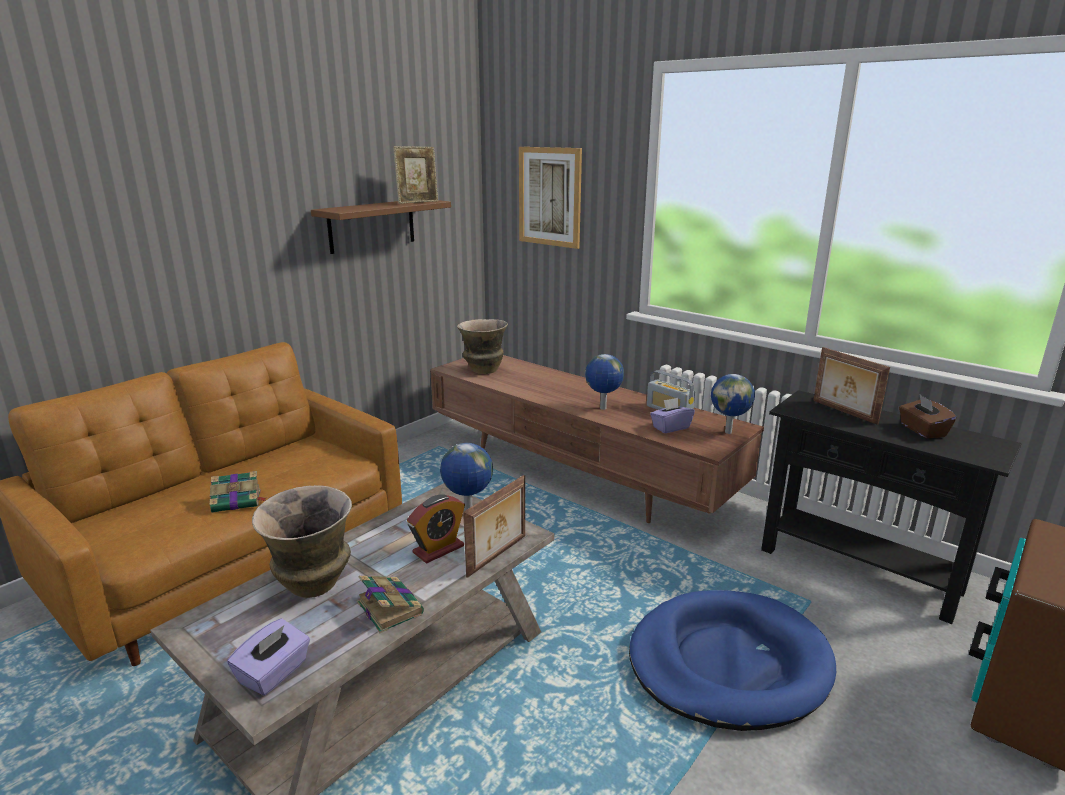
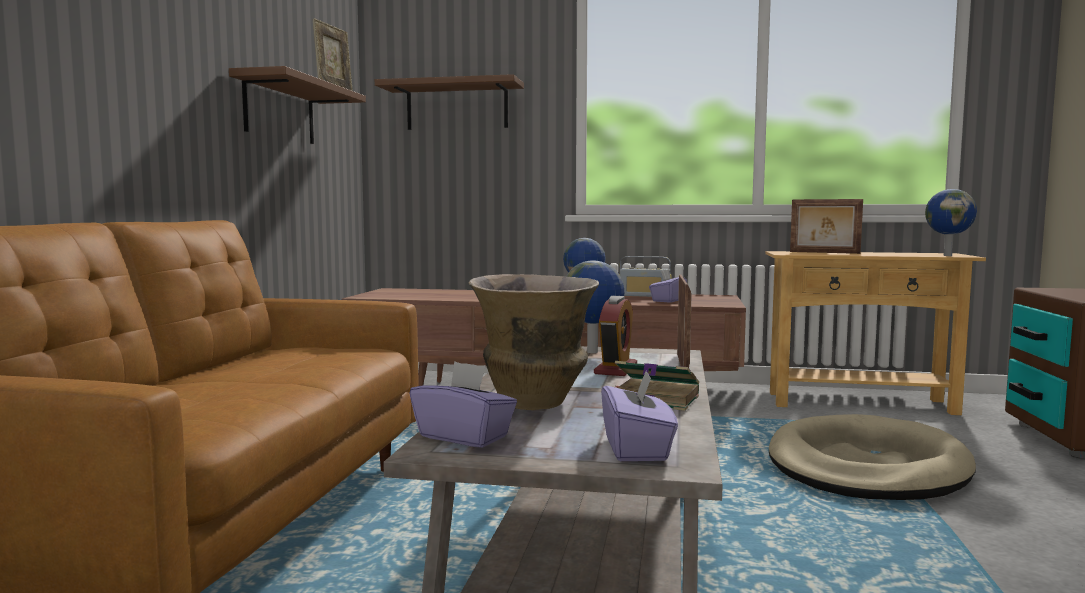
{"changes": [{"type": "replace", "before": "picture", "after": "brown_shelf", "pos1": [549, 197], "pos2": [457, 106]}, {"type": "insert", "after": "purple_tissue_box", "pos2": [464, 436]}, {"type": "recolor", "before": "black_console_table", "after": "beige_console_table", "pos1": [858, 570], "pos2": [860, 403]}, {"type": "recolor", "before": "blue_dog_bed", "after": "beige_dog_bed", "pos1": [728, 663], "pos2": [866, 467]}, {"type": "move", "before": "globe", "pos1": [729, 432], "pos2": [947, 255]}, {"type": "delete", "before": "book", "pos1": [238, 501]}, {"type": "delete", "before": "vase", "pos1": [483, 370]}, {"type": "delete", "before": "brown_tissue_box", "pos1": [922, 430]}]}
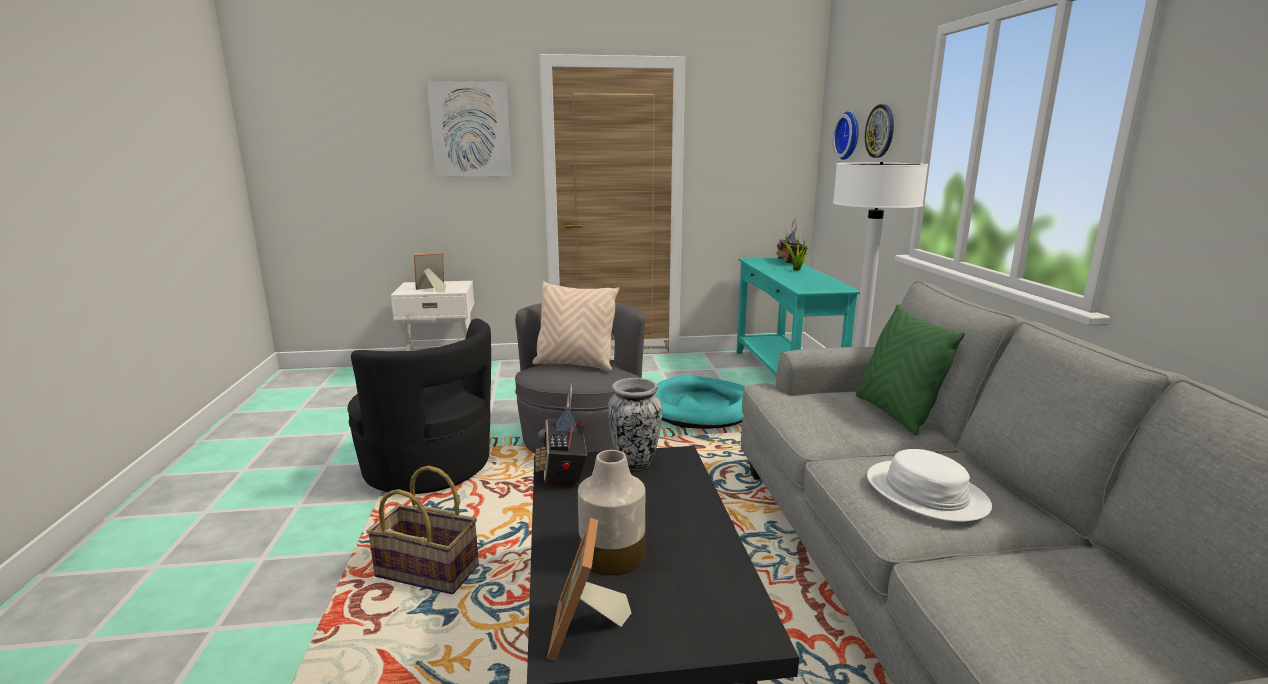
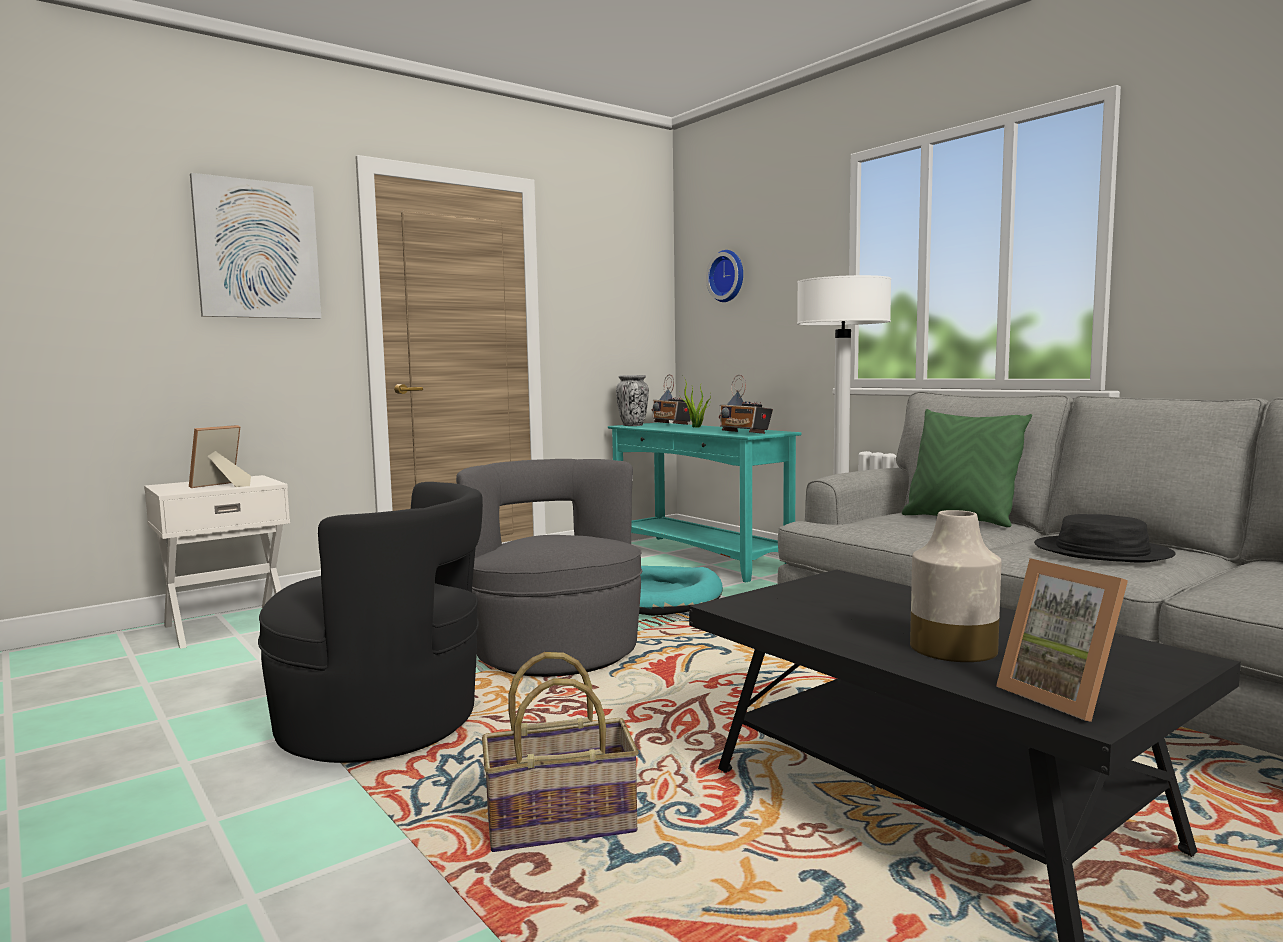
{"changes": [{"type": "move", "before": "vase", "pos1": [635, 462], "pos2": [633, 425]}, {"type": "move", "before": "radio", "pos1": [563, 472], "pos2": [744, 433]}, {"type": "recolor", "before": "white_hat", "after": "black_hat", "pos1": [925, 492], "pos2": [1102, 552]}, {"type": "delete", "before": "beige_pillow", "pos1": [575, 364]}, {"type": "delete", "before": "wall_clock", "pos1": [880, 131]}]}
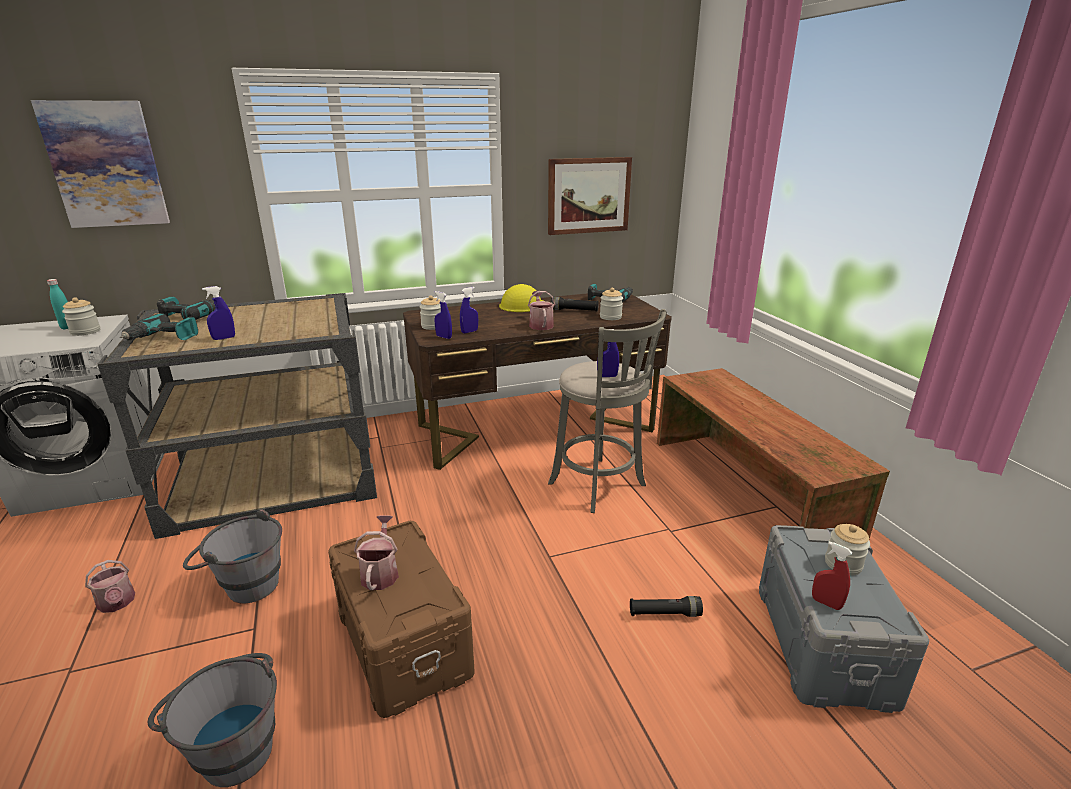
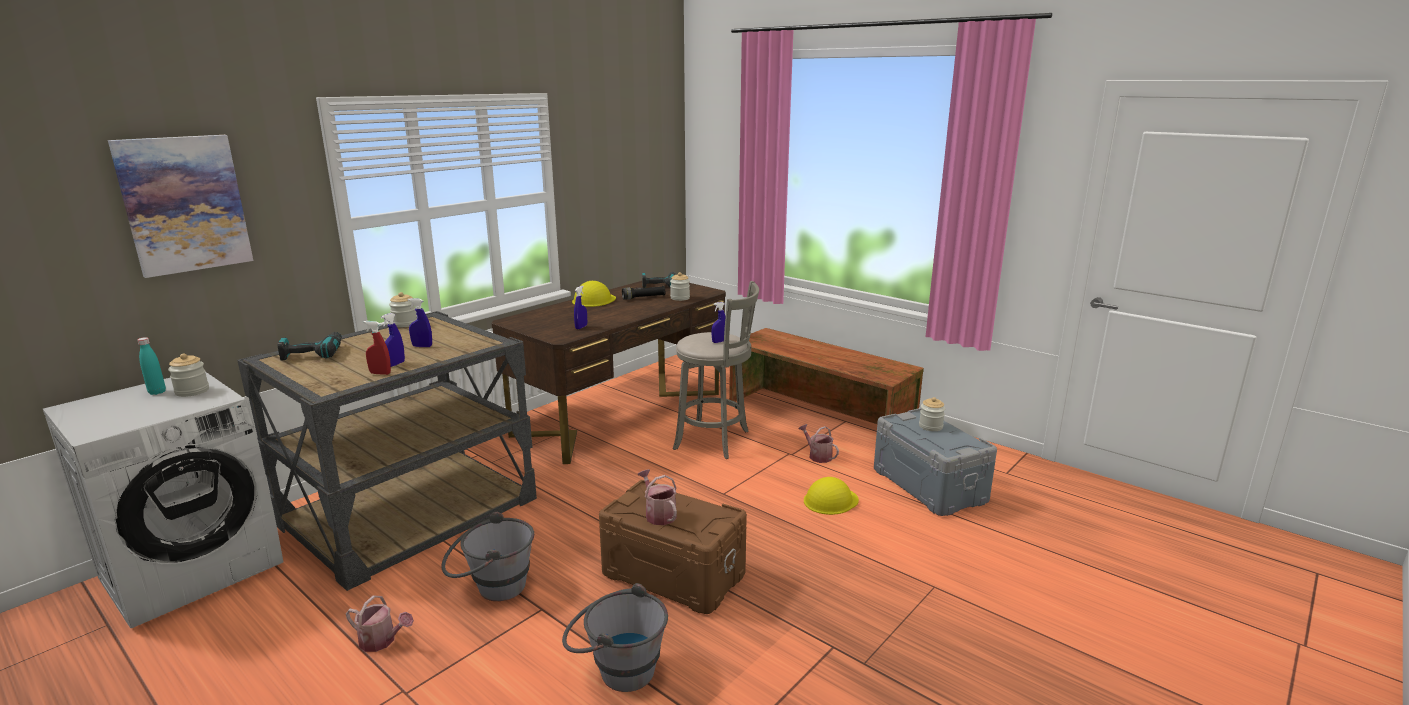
{"changes": [{"type": "move", "before": "red_spray_bottle", "pos1": [826, 603], "pos2": [380, 373]}, {"type": "move", "before": "jar", "pos1": [432, 326], "pos2": [405, 324]}, {"type": "move", "before": "blue_spray_bottle", "pos1": [444, 337], "pos2": [422, 346]}, {"type": "move", "before": "watering_can", "pos1": [540, 325], "pos2": [818, 456]}, {"type": "replace", "before": "black_flashlight", "after": "yellow_hard_hat", "pos1": [664, 614], "pos2": [830, 500]}, {"type": "delete", "before": "power_drill", "pos1": [163, 338]}, {"type": "delete", "before": "picture", "pos1": [588, 195]}]}
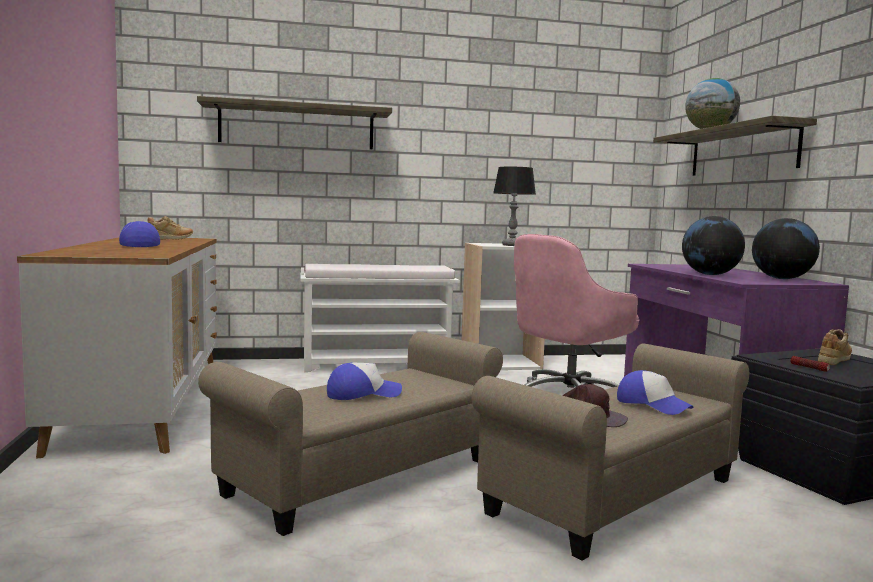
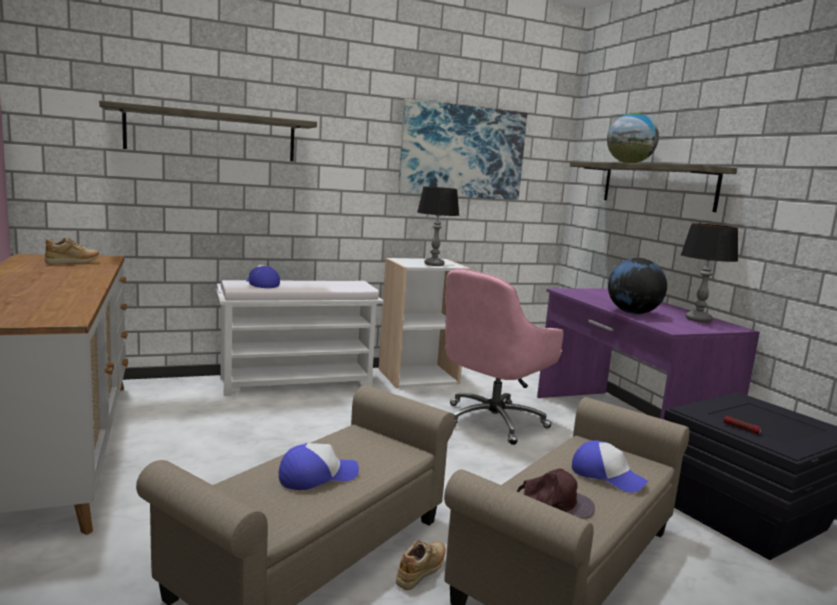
{"changes": [{"type": "move", "before": "cap", "pos1": [139, 245], "pos2": [261, 284]}, {"type": "move", "before": "beige_shoe", "pos1": [835, 361], "pos2": [422, 572]}, {"type": "insert", "after": "picture", "pos2": [462, 152]}, {"type": "replace", "before": "globe", "after": "table_lamp", "pos1": [782, 278], "pos2": [698, 320]}]}
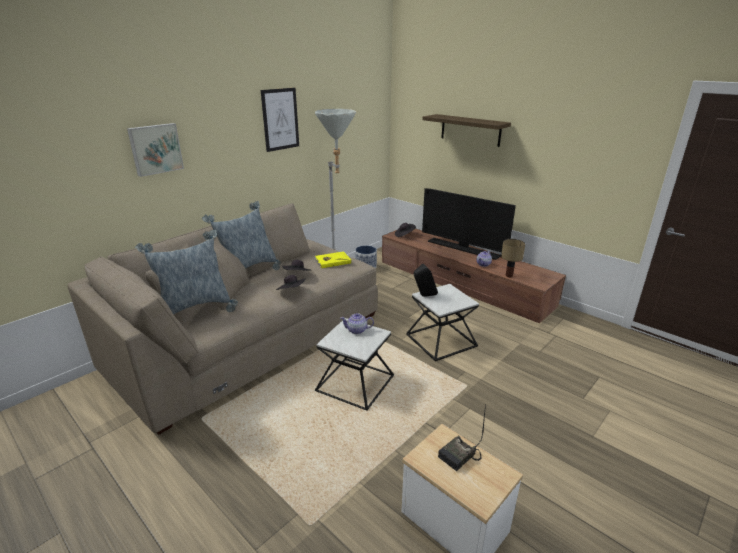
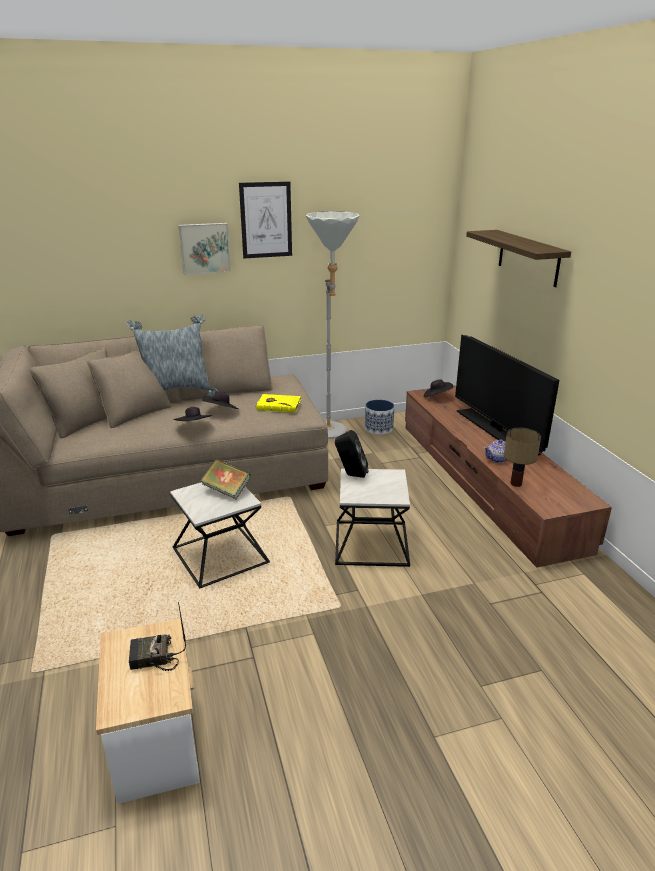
{"changes": [{"type": "move", "before": "picture", "pos1": [155, 149], "pos2": [205, 248]}, {"type": "replace", "before": "teapot", "after": "book", "pos1": [357, 330], "pos2": [226, 490]}, {"type": "delete", "before": "pillow", "pos1": [195, 314]}]}
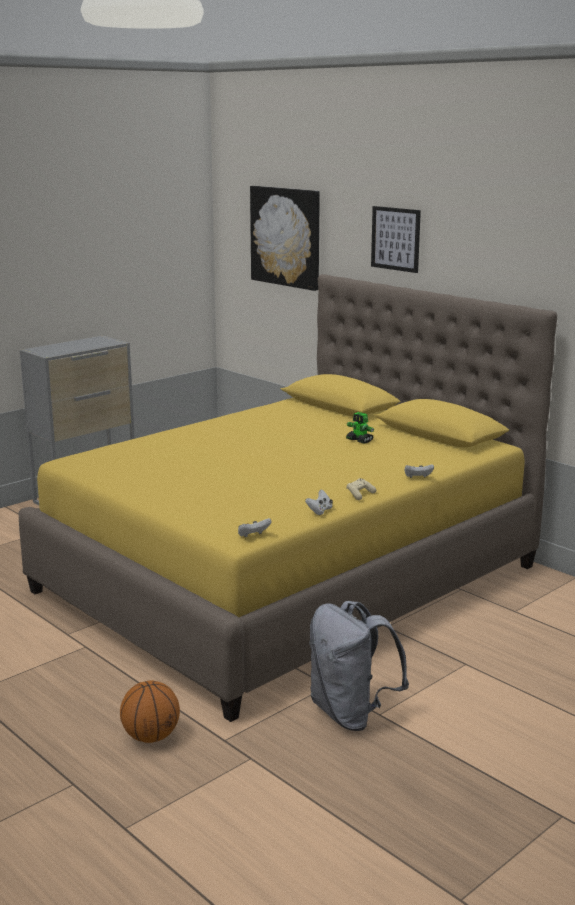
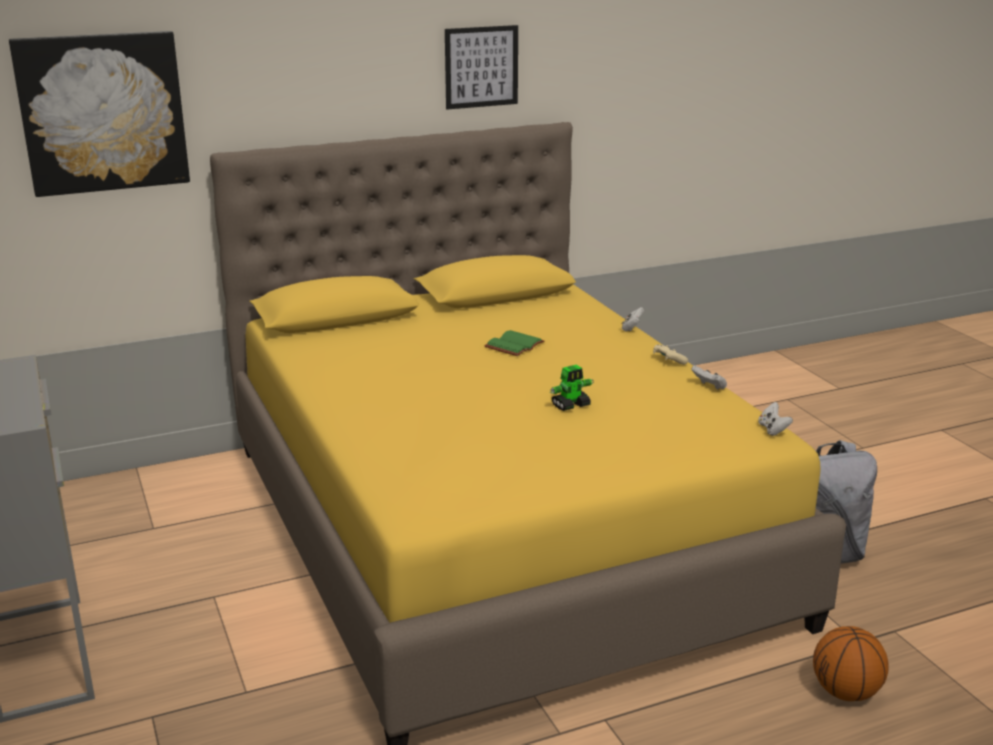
{"changes": [{"type": "move", "before": "picture", "pos1": [395, 239], "pos2": [481, 67]}, {"type": "insert", "after": "green_book", "pos2": [513, 345]}, {"type": "move", "before": "toy_robot", "pos1": [359, 440], "pos2": [571, 405]}]}
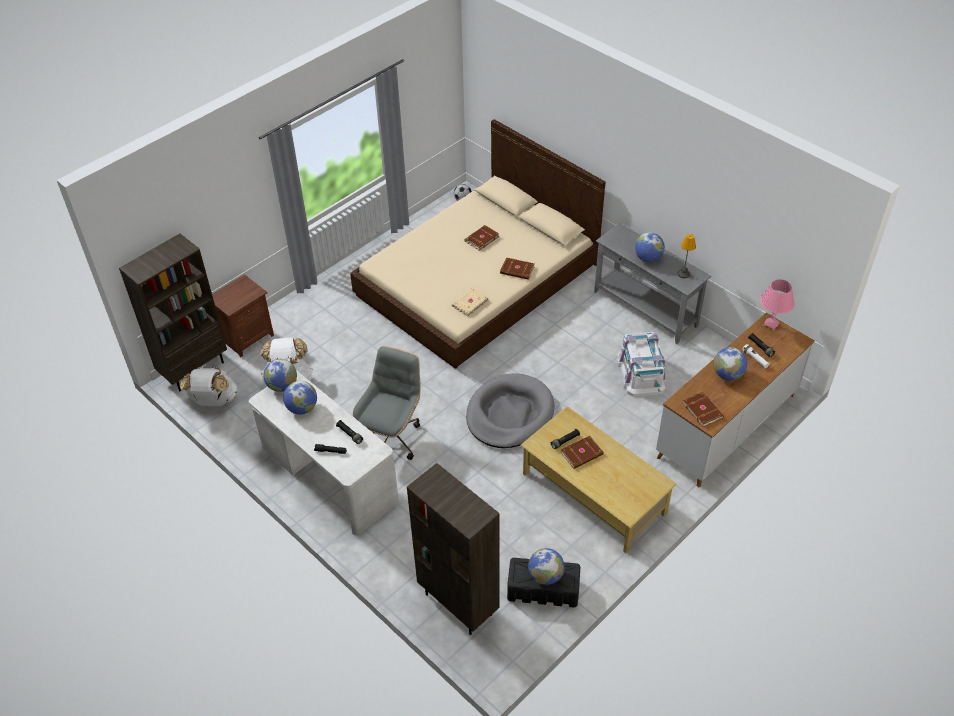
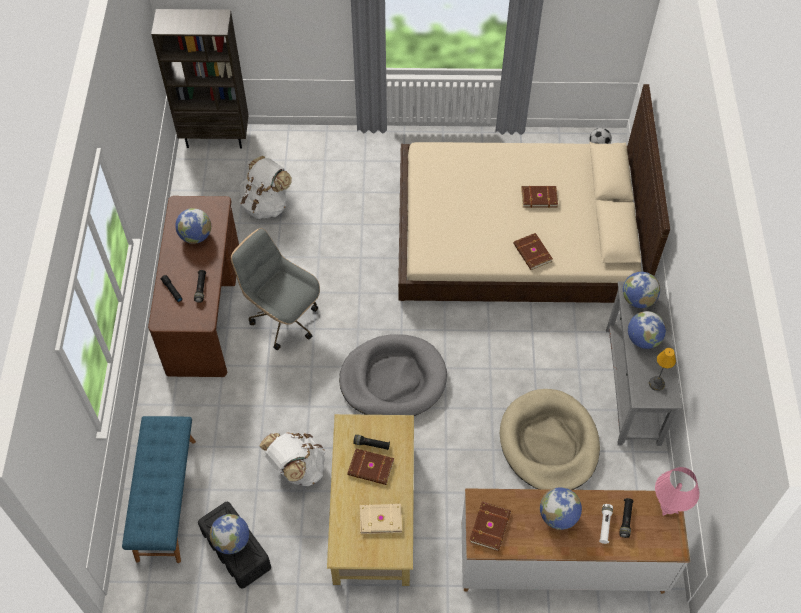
{"changes": [{"type": "replace", "before": "brown_bookcase", "after": "blue_bench", "pos1": [457, 605], "pos2": [165, 499]}, {"type": "recolor", "before": "white_desk", "after": "brown_desk", "pos1": [328, 475], "pos2": [203, 308]}, {"type": "rotate", "before": "grey_office_chair", "pos1": [393, 438], "pos2": [282, 319], "turn": -120}, {"type": "move", "before": "white_backpack", "pos1": [213, 401], "pos2": [296, 468]}, {"type": "move", "before": "beige_book", "pos1": [469, 303], "pos2": [380, 518]}, {"type": "replace", "before": "white_storage_box", "after": "beige_dog_bed", "pos1": [641, 373], "pos2": [549, 443]}, {"type": "move", "before": "globe", "pos1": [282, 386], "pos2": [638, 299]}, {"type": "delete", "before": "brown_nightstand", "pos1": [247, 337]}]}
